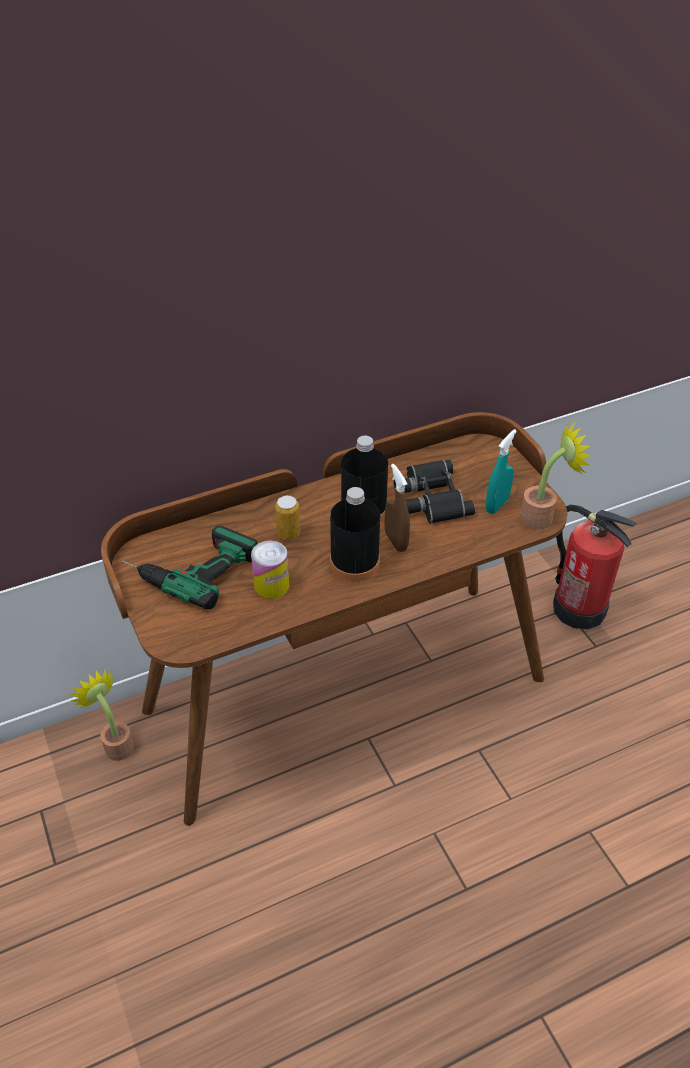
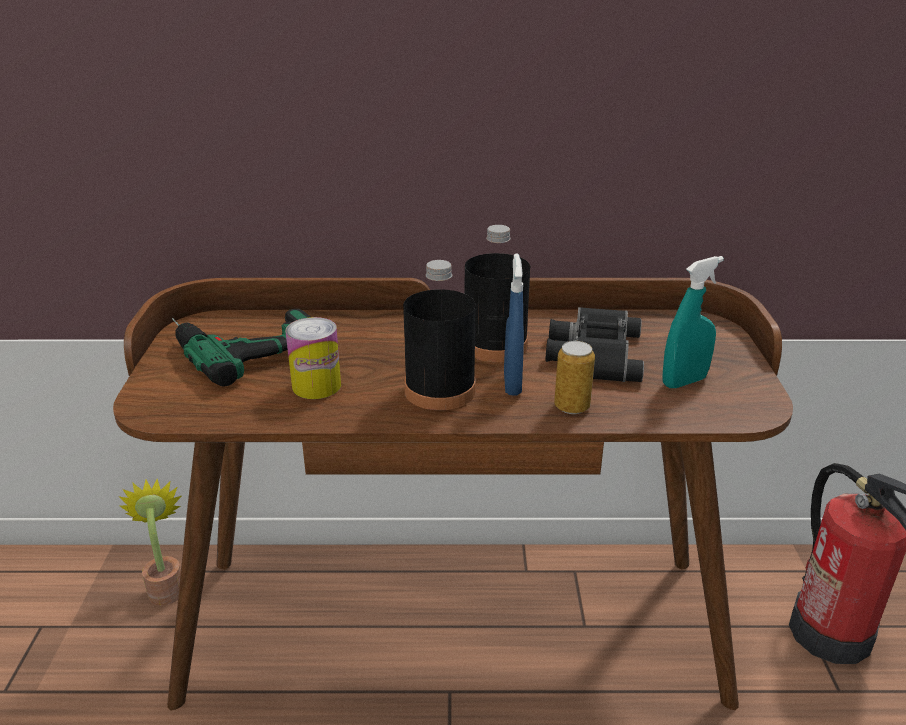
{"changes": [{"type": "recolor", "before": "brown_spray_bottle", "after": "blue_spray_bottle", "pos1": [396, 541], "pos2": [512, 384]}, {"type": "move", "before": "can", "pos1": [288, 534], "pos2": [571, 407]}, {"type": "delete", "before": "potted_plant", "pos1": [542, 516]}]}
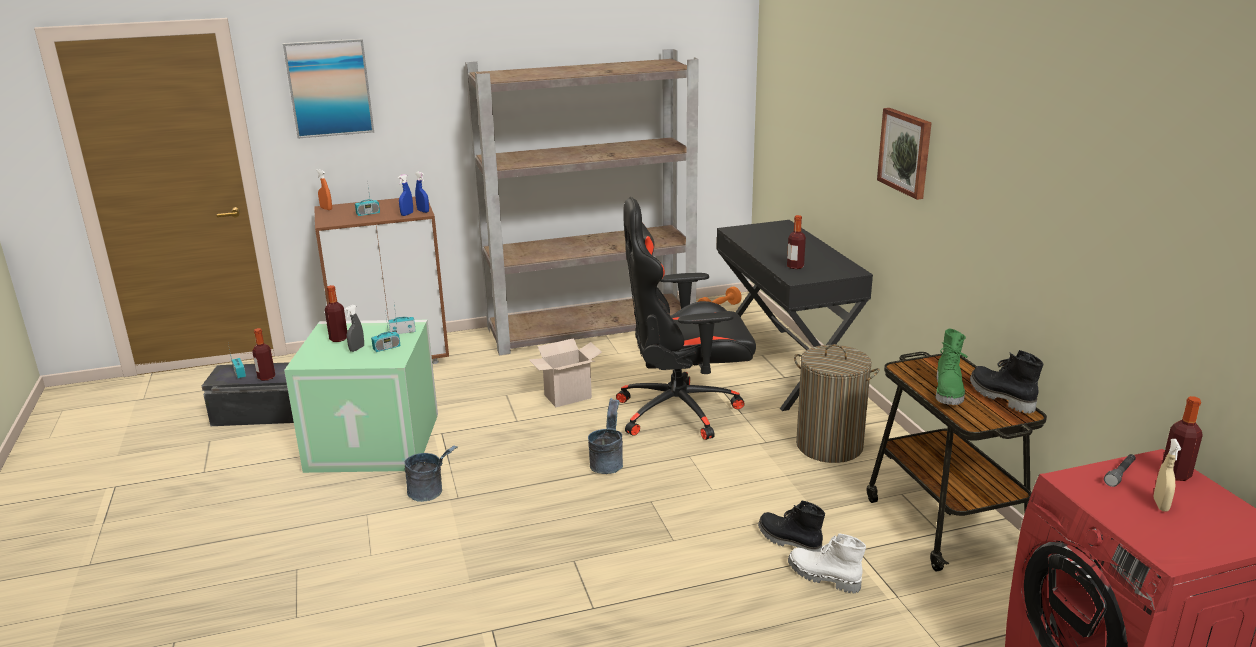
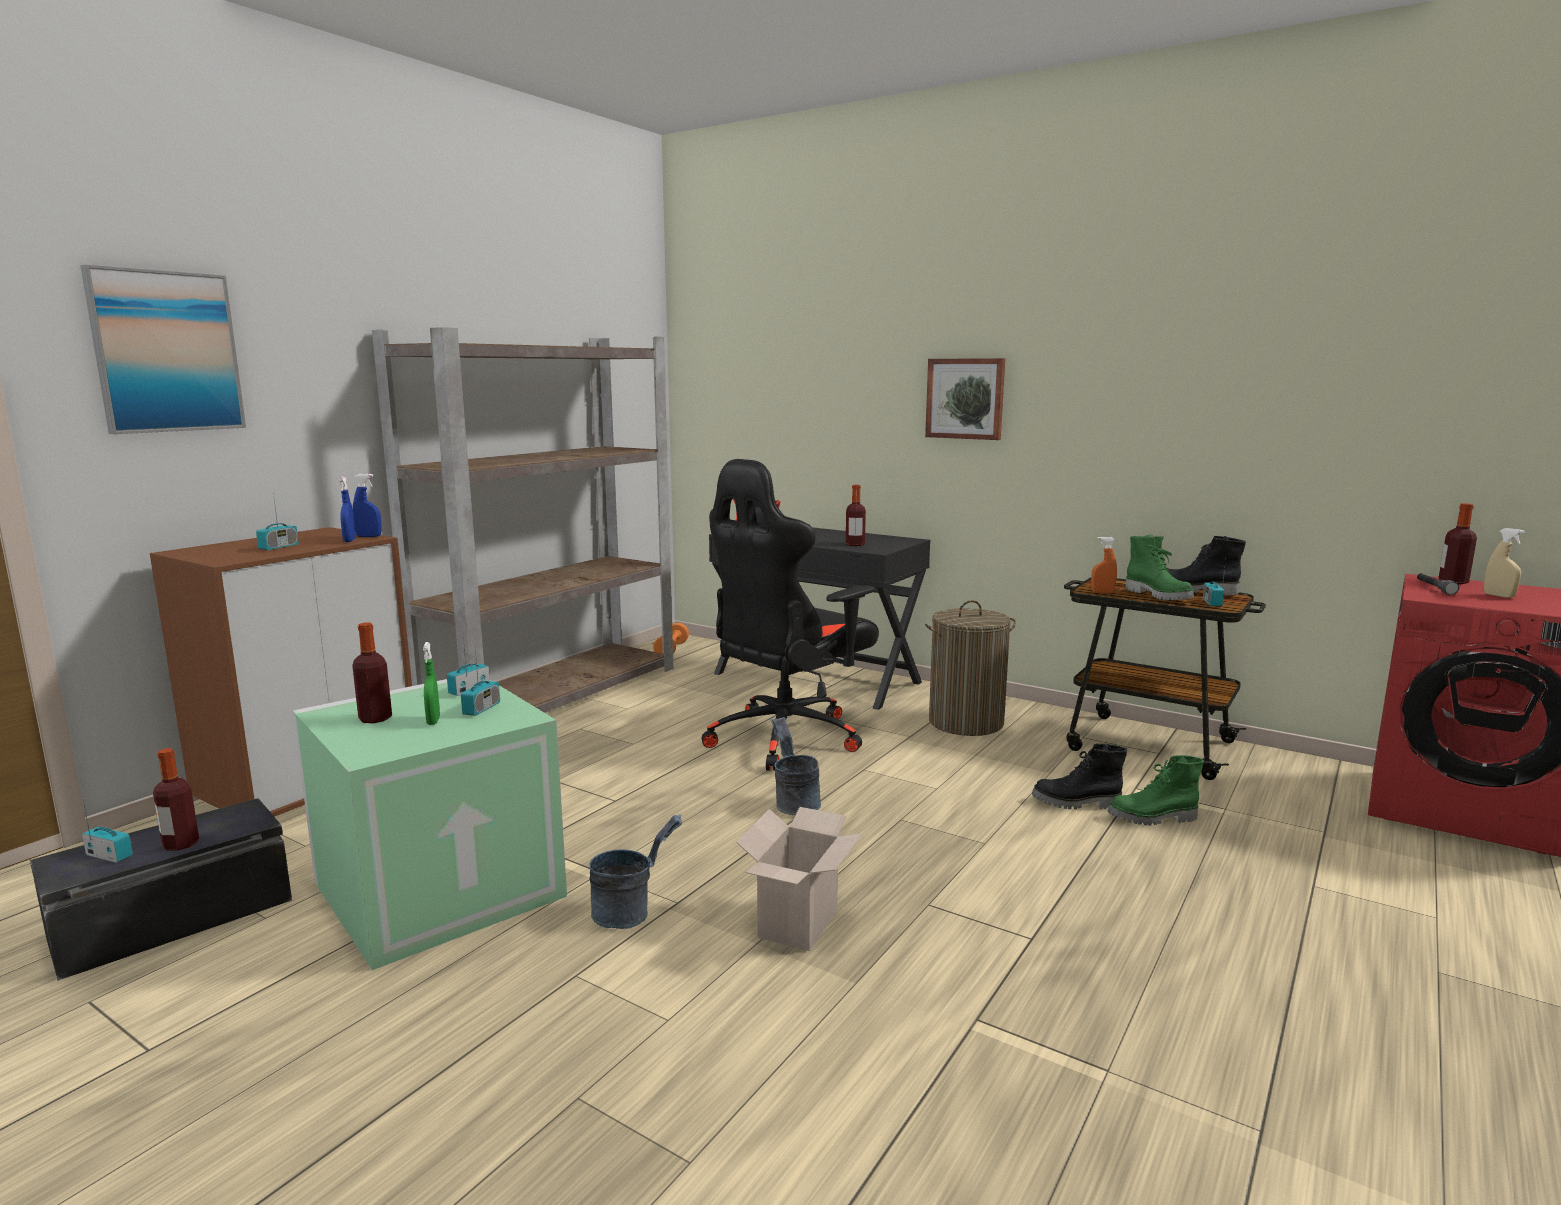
{"changes": [{"type": "recolor", "before": "grey_spray_bottle", "after": "green_spray_bottle", "pos1": [357, 349], "pos2": [433, 721]}, {"type": "move", "before": "cardboard_box", "pos1": [567, 397], "pos2": [799, 925]}, {"type": "move", "before": "orange_spray_bottle", "pos1": [326, 209], "pos2": [1102, 592]}, {"type": "recolor", "before": "white_boot", "after": "green_boot", "pos1": [823, 577], "pos2": [1153, 818]}, {"type": "insert", "after": "radio", "pos2": [1211, 603]}]}
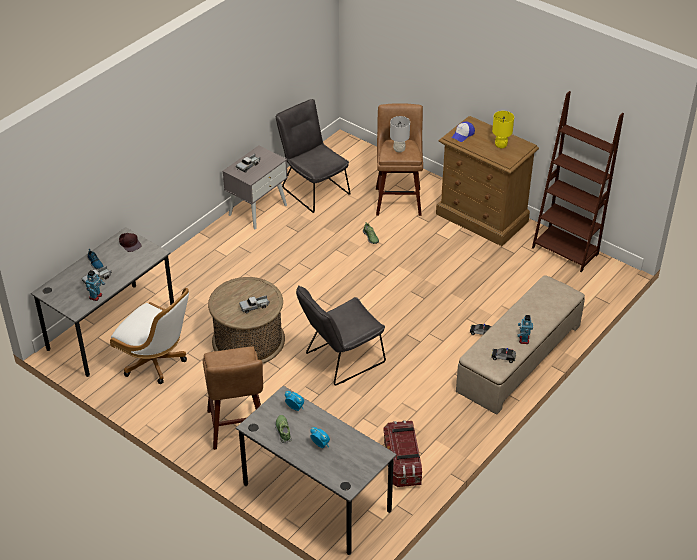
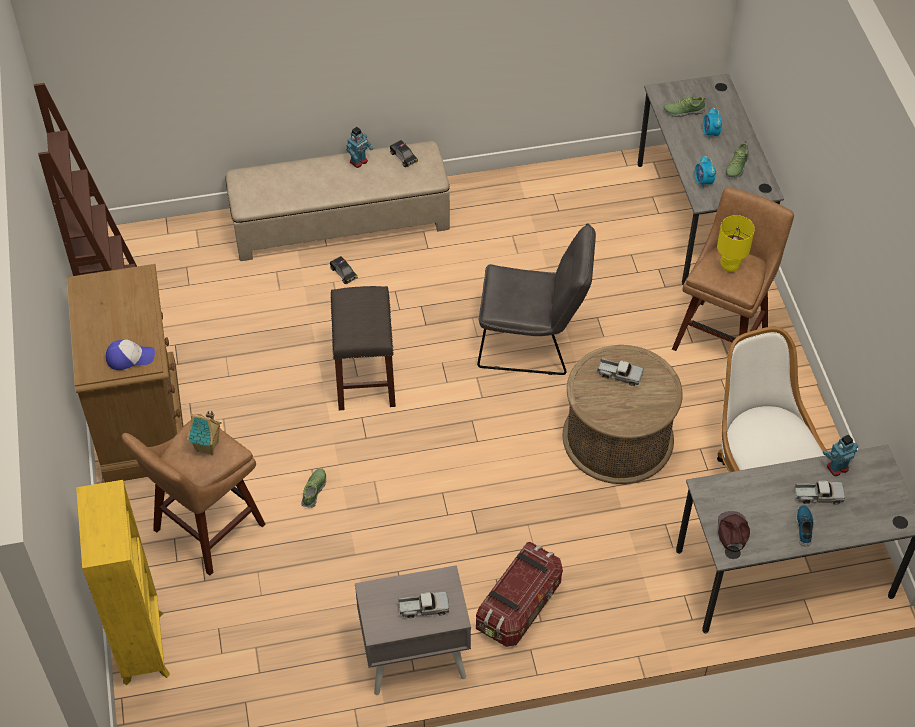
{"changes": [{"type": "insert", "after": "yellow_bookcase", "pos2": [143, 645]}, {"type": "replace", "before": "grey_table_lamp", "after": "toy_house", "pos1": [398, 150], "pos2": [208, 447]}, {"type": "insert", "after": "grey_stool", "pos2": [364, 378]}, {"type": "move", "before": "storage_box", "pos1": [402, 463], "pos2": [519, 606]}, {"type": "insert", "after": "shoe", "pos2": [683, 111]}, {"type": "move", "before": "yellow_table_lamp", "pos1": [500, 145], "pos2": [729, 267]}, {"type": "delete", "before": "grey_chair", "pos1": [313, 188]}]}
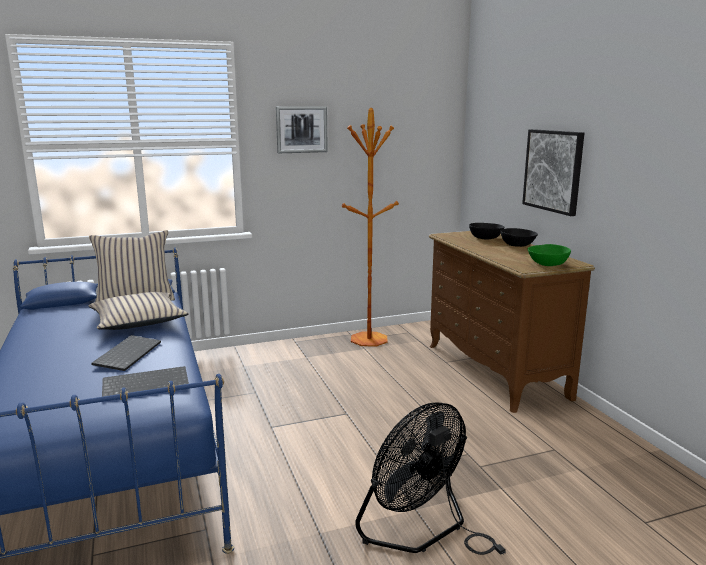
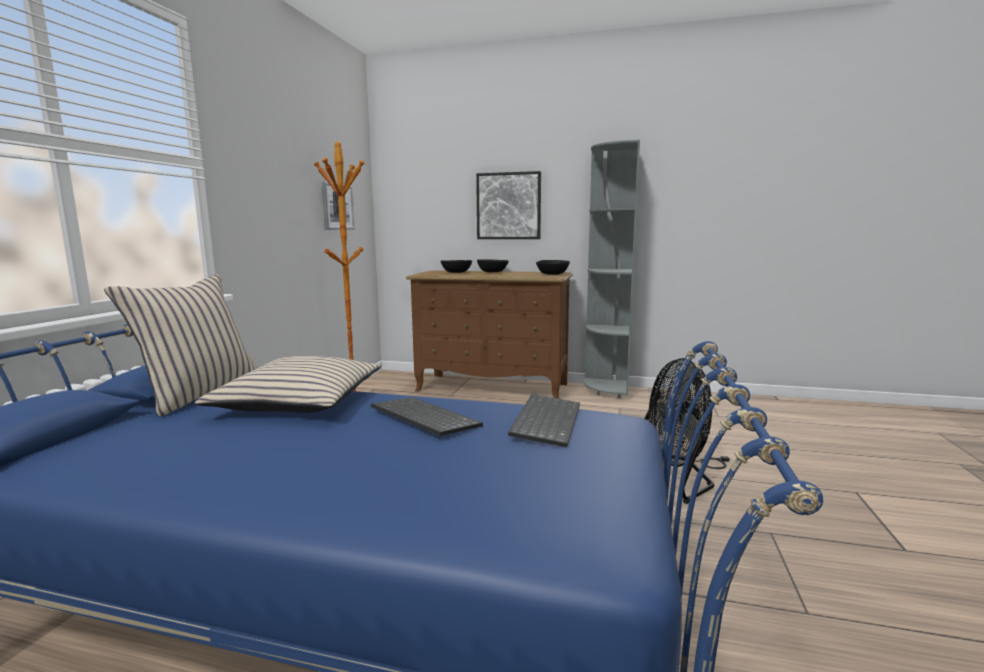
{"changes": [{"type": "move", "before": "picture", "pos1": [301, 129], "pos2": [337, 206]}, {"type": "recolor", "before": "green_bowl", "after": "black_bowl", "pos1": [547, 264], "pos2": [552, 274]}, {"type": "insert", "after": "grey_bookcase", "pos2": [607, 392]}]}
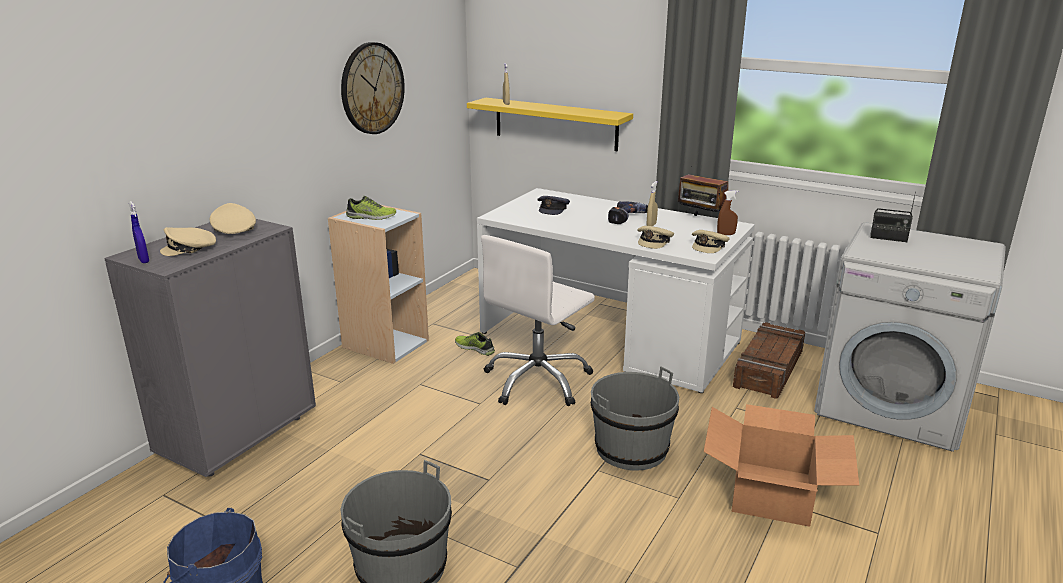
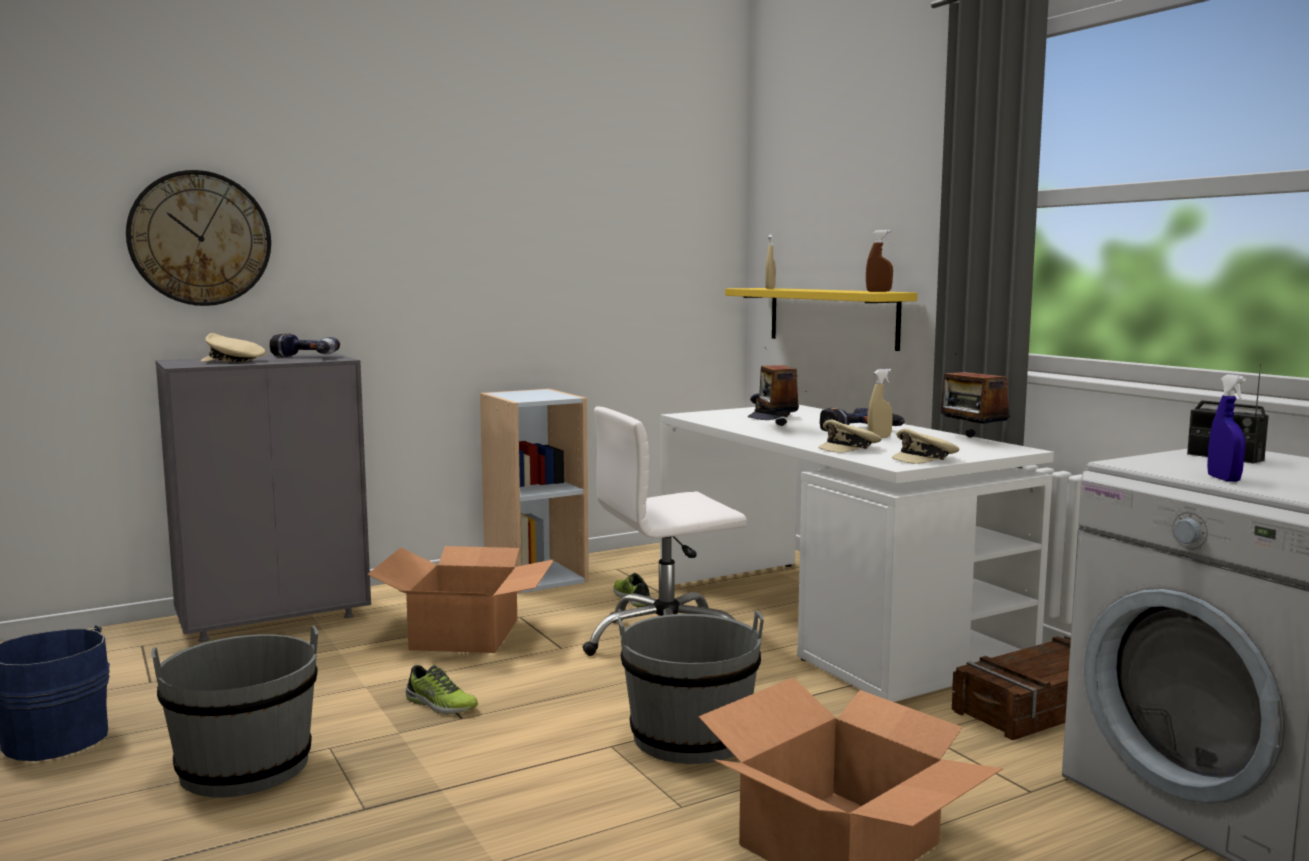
{"changes": [{"type": "move", "before": "wall_clock", "pos1": [372, 88], "pos2": [200, 238]}, {"type": "replace", "before": "beige_cap", "after": "power_drill", "pos1": [233, 230], "pos2": [303, 357]}, {"type": "insert", "after": "cardboard_box", "pos2": [466, 634]}, {"type": "move", "before": "shoe", "pos1": [371, 217], "pos2": [440, 705]}, {"type": "insert", "after": "radio", "pos2": [776, 428]}, {"type": "move", "before": "brown_spray_bottle", "pos1": [726, 234], "pos2": [878, 291]}, {"type": "move", "before": "blue_spray_bottle", "pos1": [144, 260], "pos2": [1223, 479]}]}
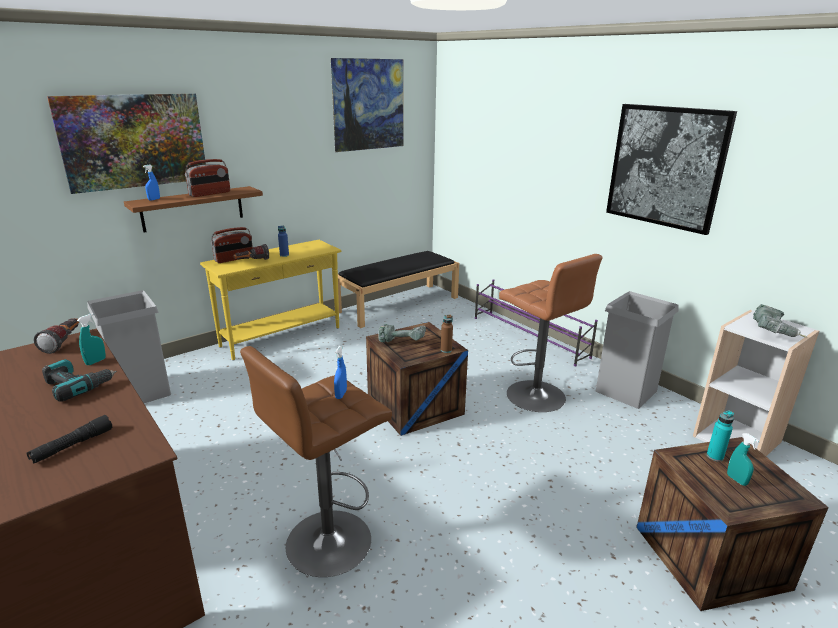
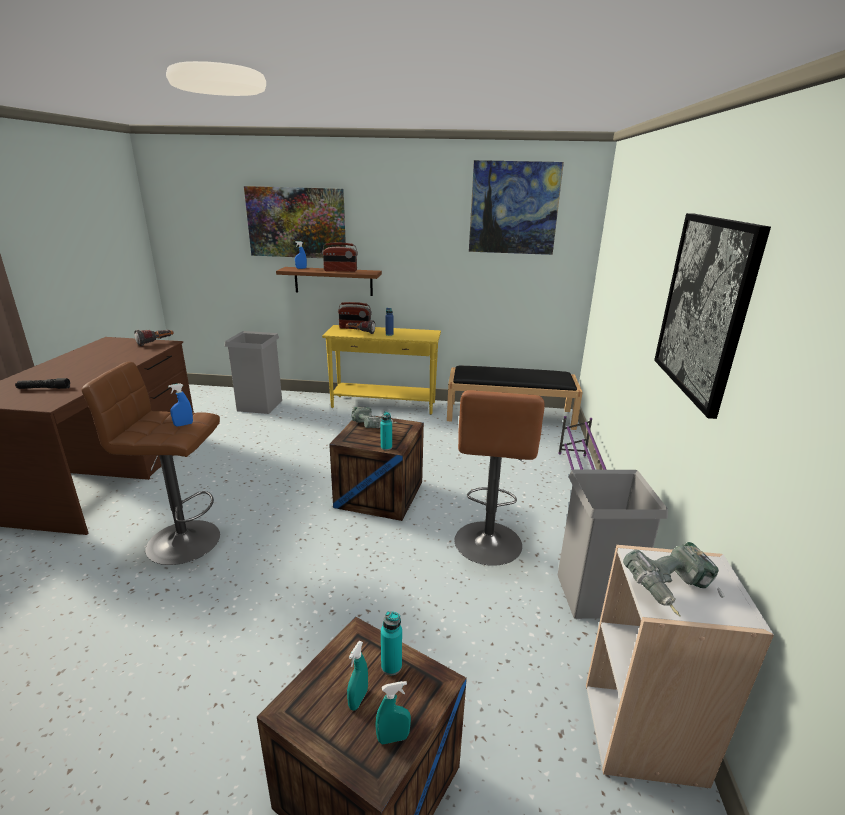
{"changes": [{"type": "move", "before": "turquoise_spray_bottle", "pos1": [96, 361], "pos2": [393, 738]}, {"type": "recolor", "before": "brown_bottle", "after": "turquoise_bottle", "pos1": [446, 350], "pos2": [386, 447]}, {"type": "delete", "before": "power_drill", "pos1": [78, 385]}]}
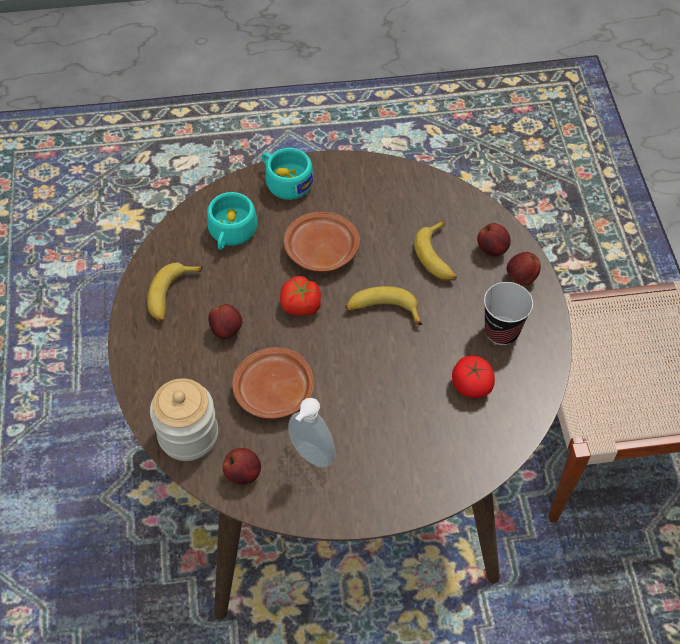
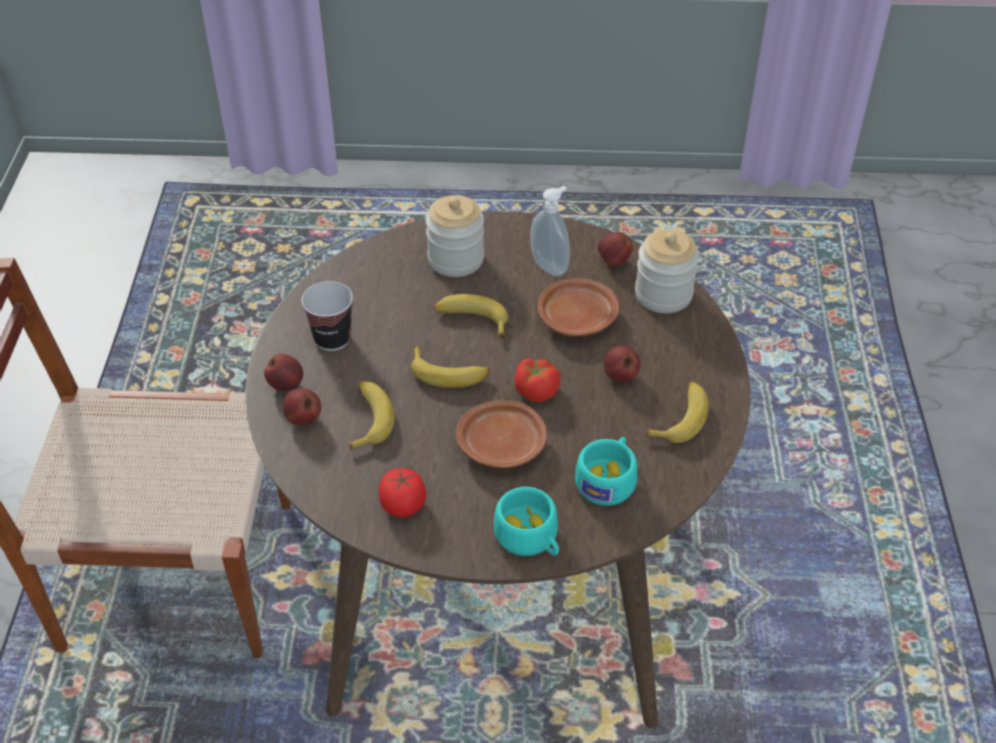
{"changes": [{"type": "move", "before": "tomato", "pos1": [471, 385], "pos2": [403, 503]}, {"type": "insert", "after": "jar", "pos2": [456, 259]}, {"type": "insert", "after": "banana", "pos2": [471, 320]}]}
